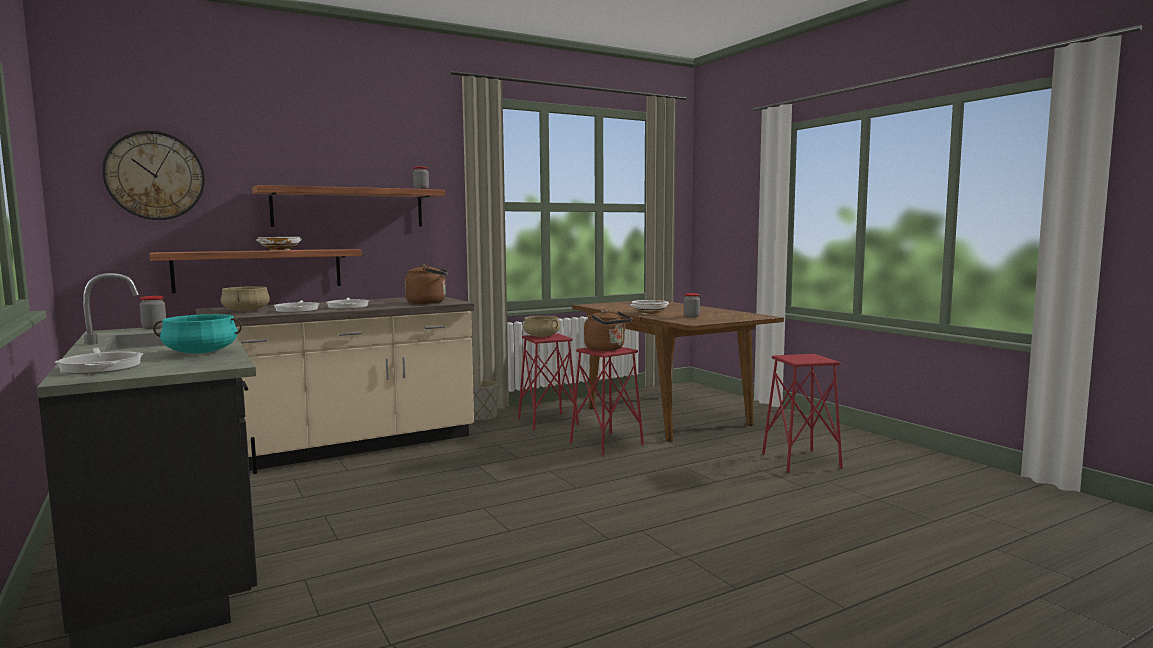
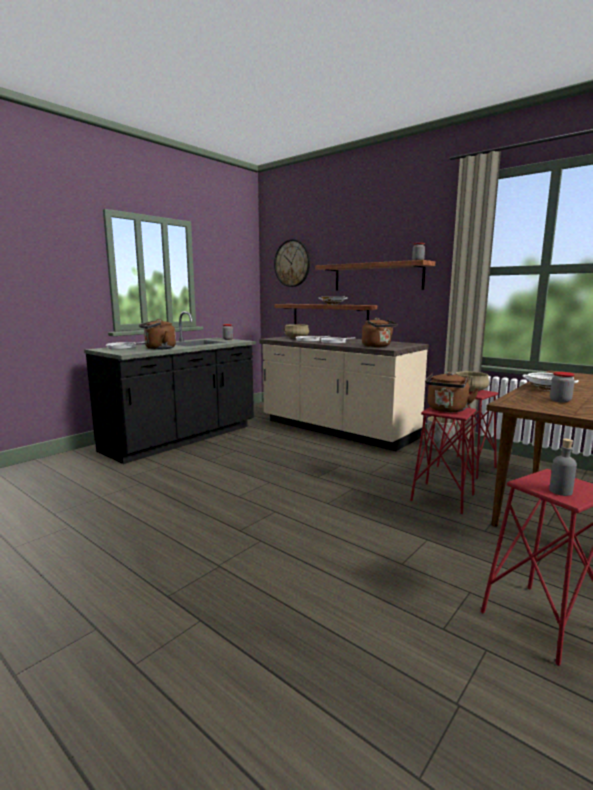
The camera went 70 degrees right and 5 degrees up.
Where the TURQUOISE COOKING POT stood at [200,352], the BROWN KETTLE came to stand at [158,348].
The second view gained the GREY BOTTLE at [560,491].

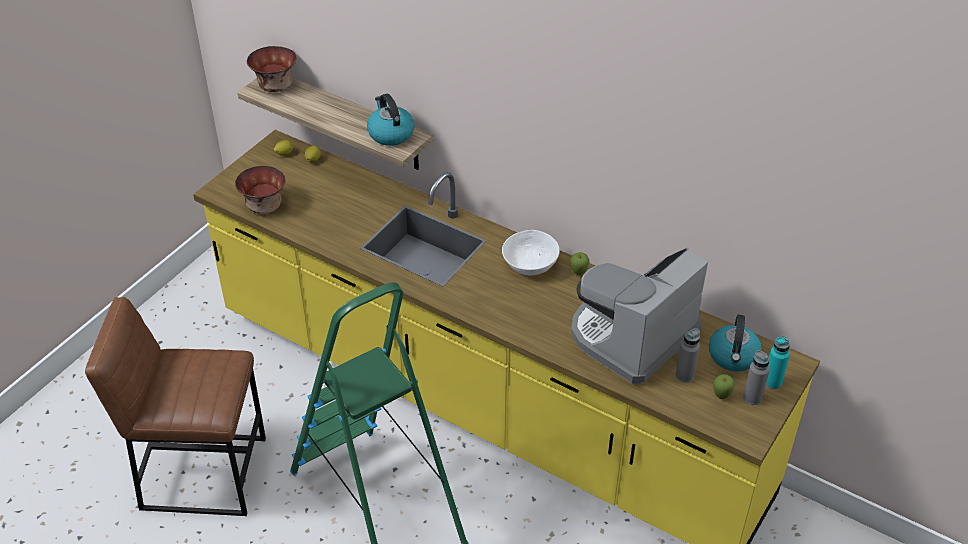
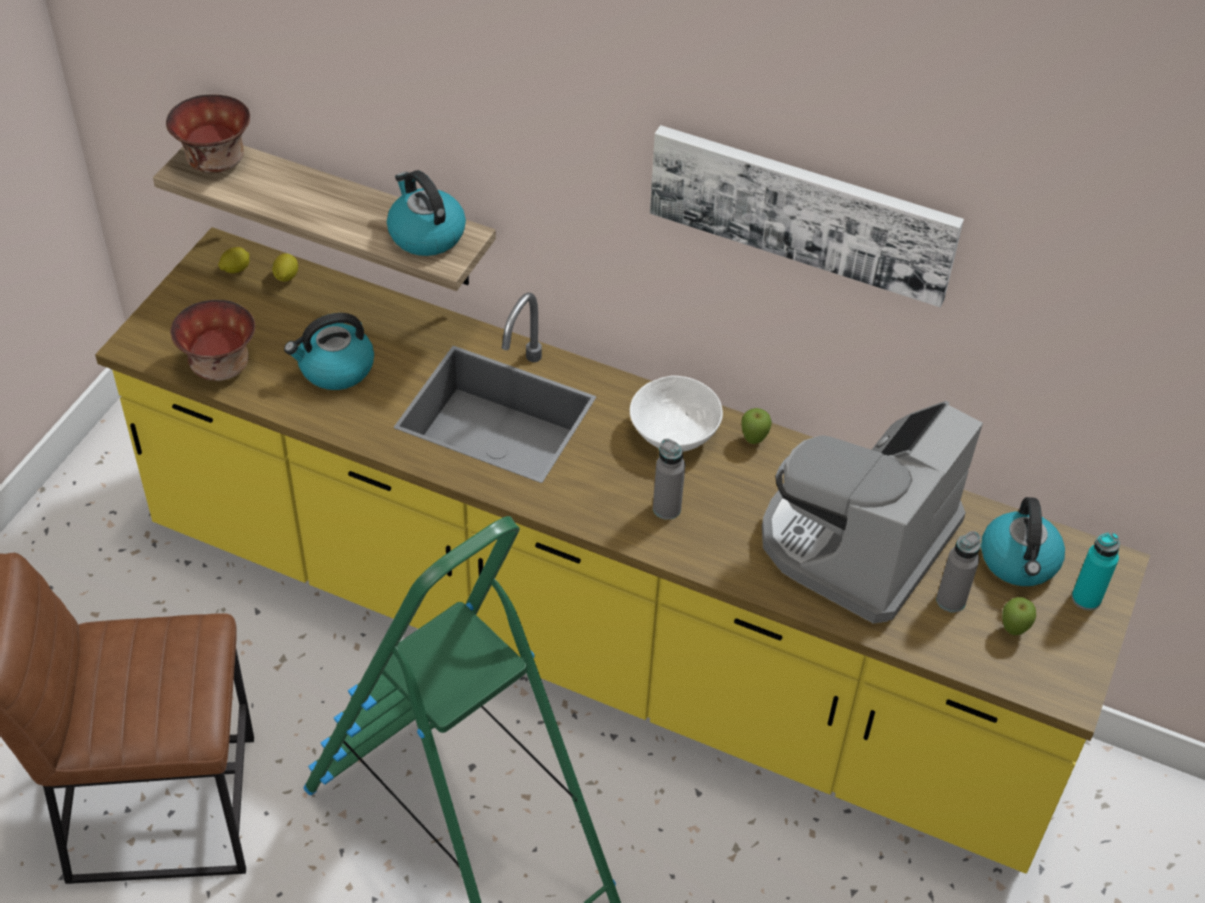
The camera went 10 degrees left and 5 degrees up.
The second view gained the KETTLE at [335,369].
The second view gained the PICTURE at [802,211].
The GREY BOTTLE ended up elsewhere, having gone from [752,397] to [666,508].

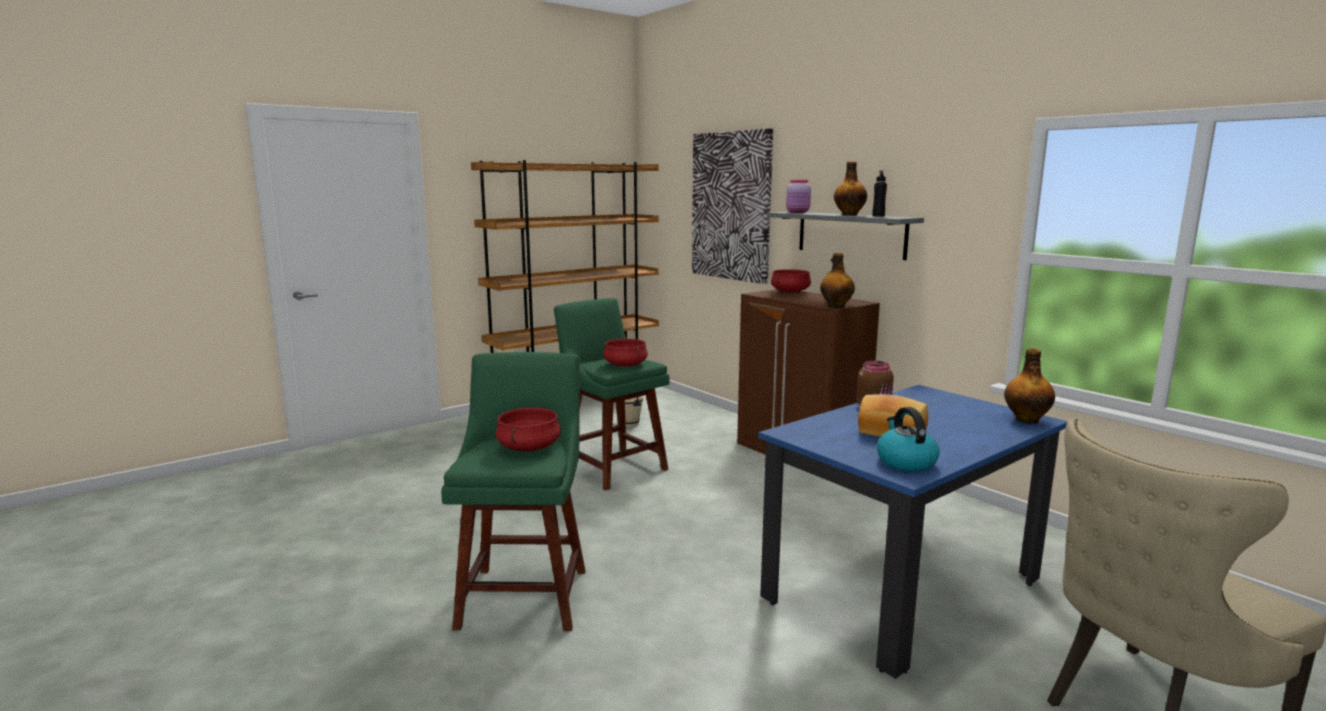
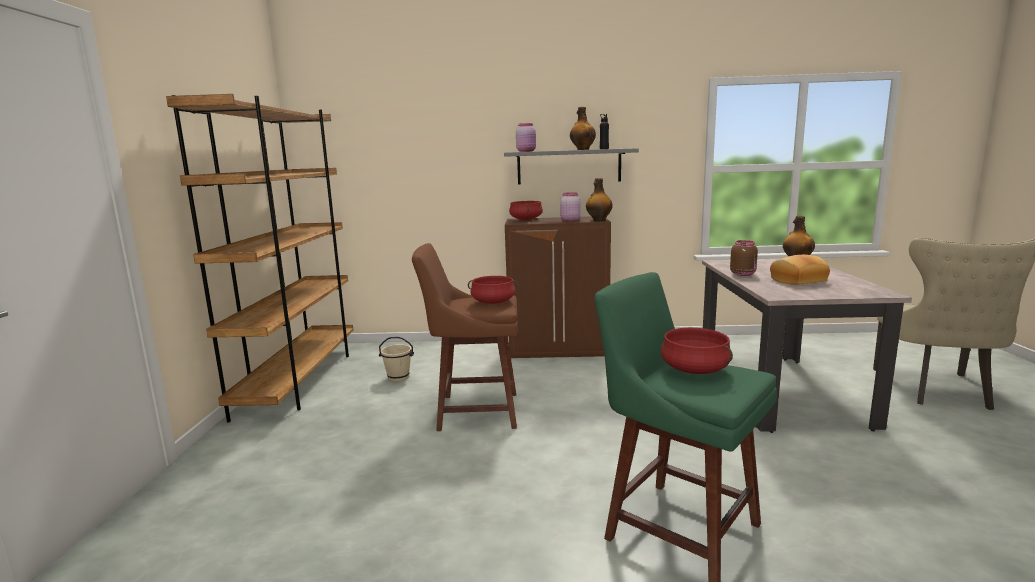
The camera went 50 degrees left and 0 degrees up.
What was the GREEN STOOL at [612,466] turned into the BROWN STOOL at [473,411].
The second view gained the PINK JAR at [569,220].
What was the BLUE DINING TABLE at [902,589] turned into the BEIGE DINING TABLE at [779,390].
The second view lost the PICTURE at [731,206].
The second view lost the KETTLE at [905,462].

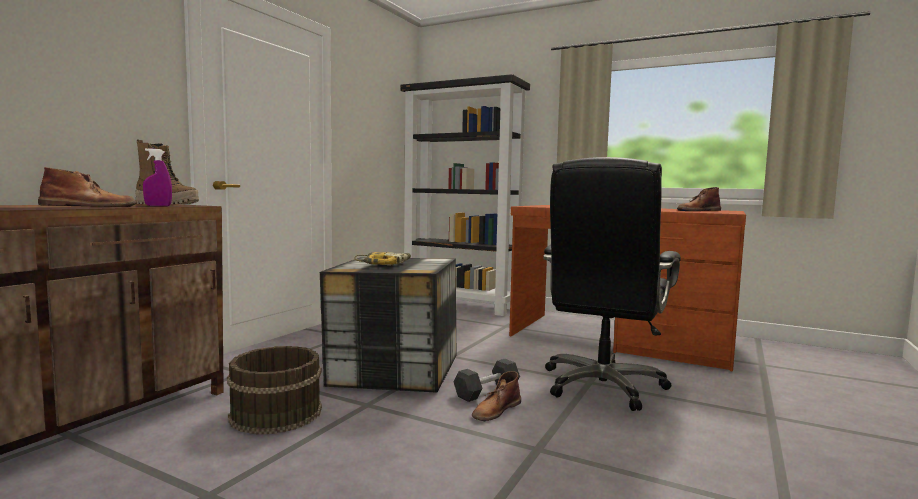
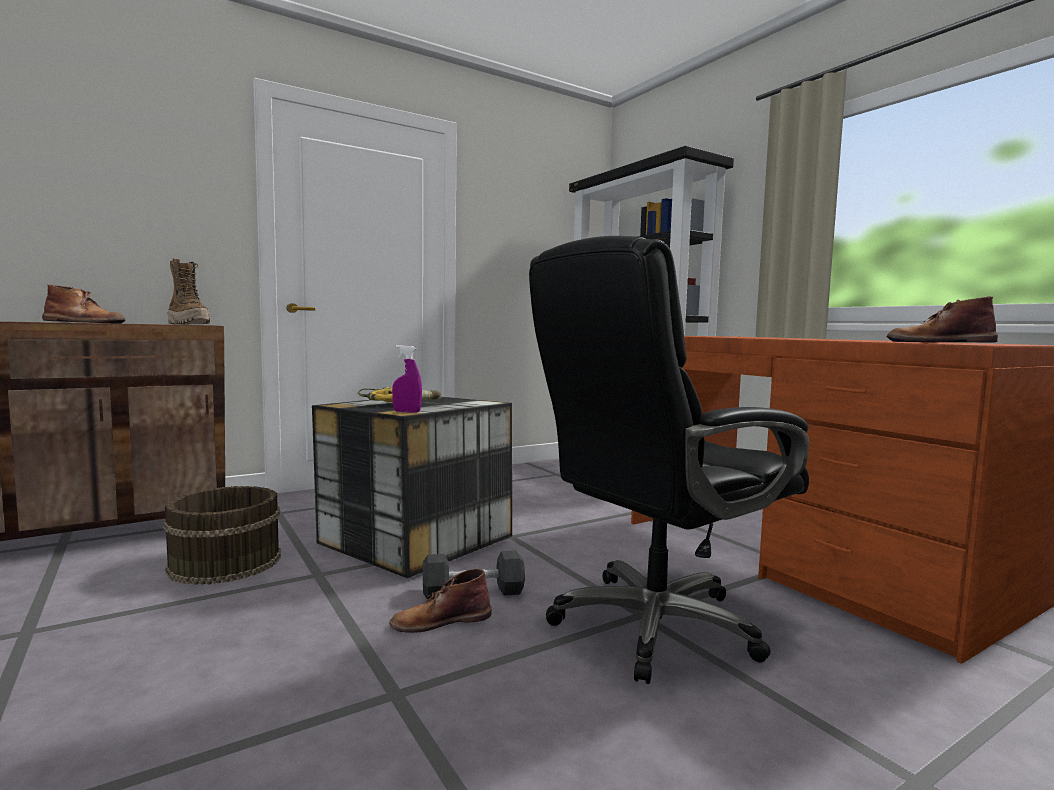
The camera went 30 degrees right and 0 degrees up.
The PURPLE SPRAY BOTTLE ended up elsewhere, having gone from [158,206] to [407,412].

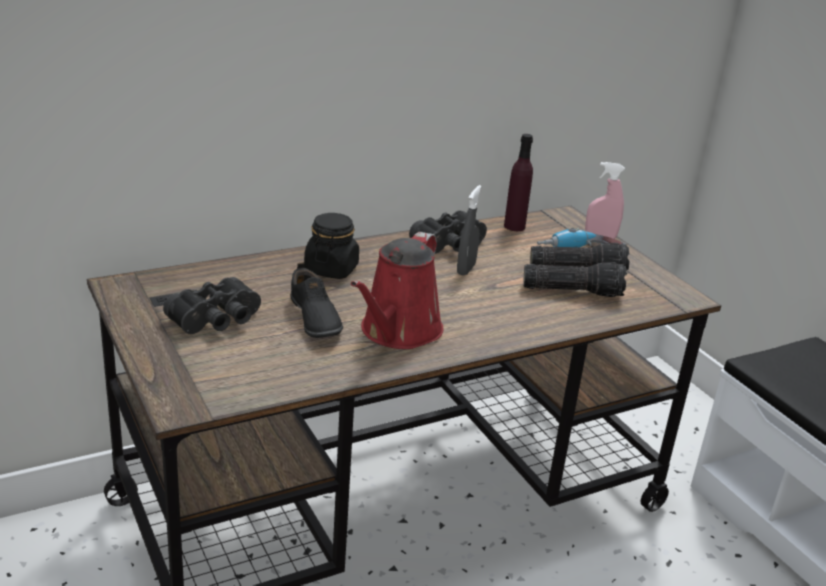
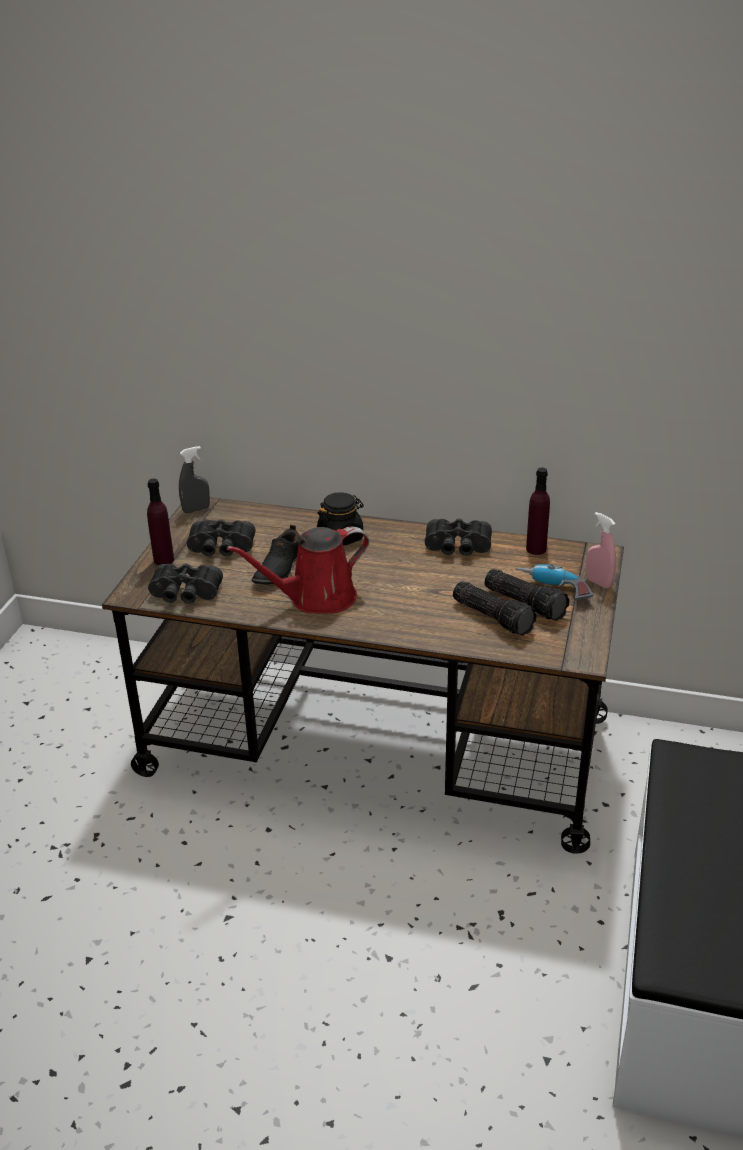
The camera went 45 degrees right and 5 degrees up.
The second view gained the PURPLE BOTTLE at [164,560].
The second view gained the BLACK BINOCULARS at [185,594].
The GREY SPRAY BOTTLE ended up elsewhere, having gone from [466,269] to [196,510].

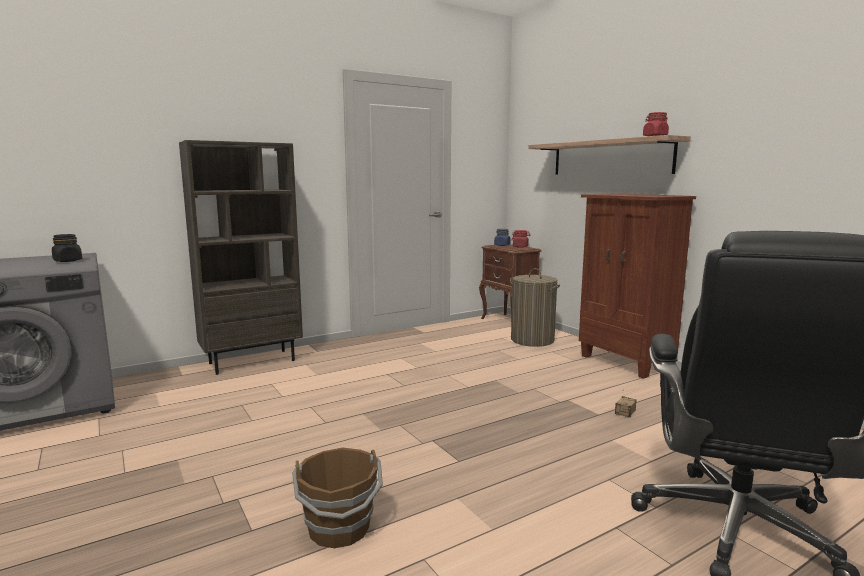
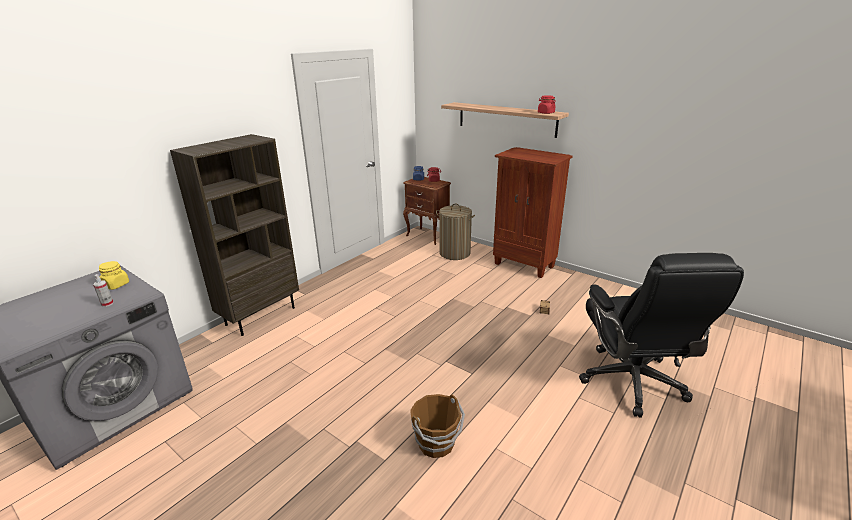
The camera went 20 degrees left and 15 degrees up.
The second view gained the SPRAY BOTTLE at [107,304].
What was the BLACK JAR at [68,261] turned into the YELLOW JAR at [116,285].

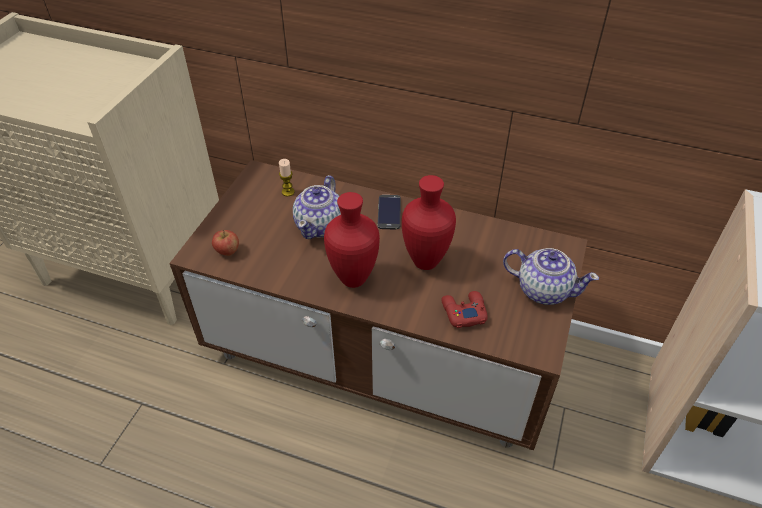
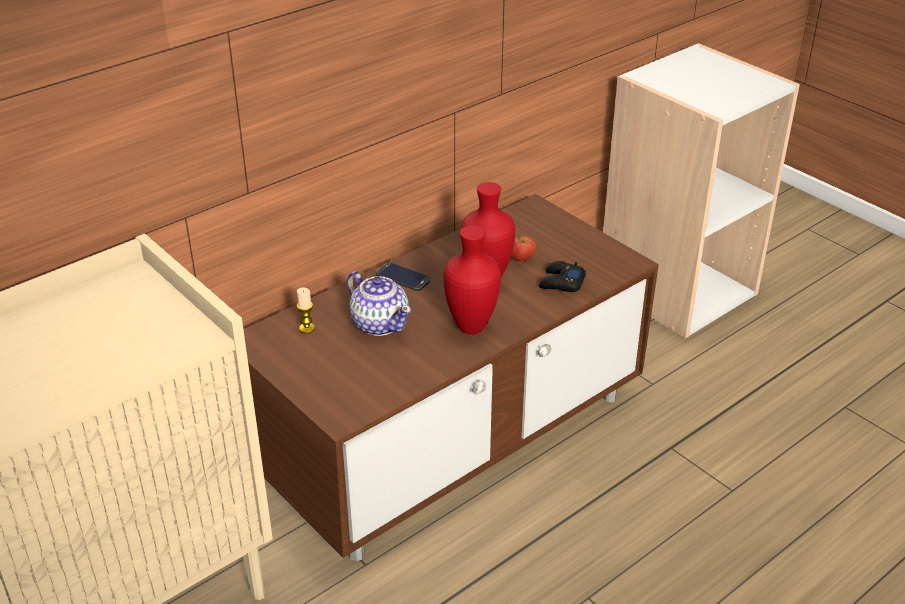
The camera went 60 degrees left and 10 degrees down.
The APPLE ended up elsewhere, having gone from [227,251] to [521,259].
What was the RED GAME CONTROLLER at [463,312] turned into the BLACK GAME CONTROLLER at [561,283].
The second view lost the TEAPOT at [543,289].

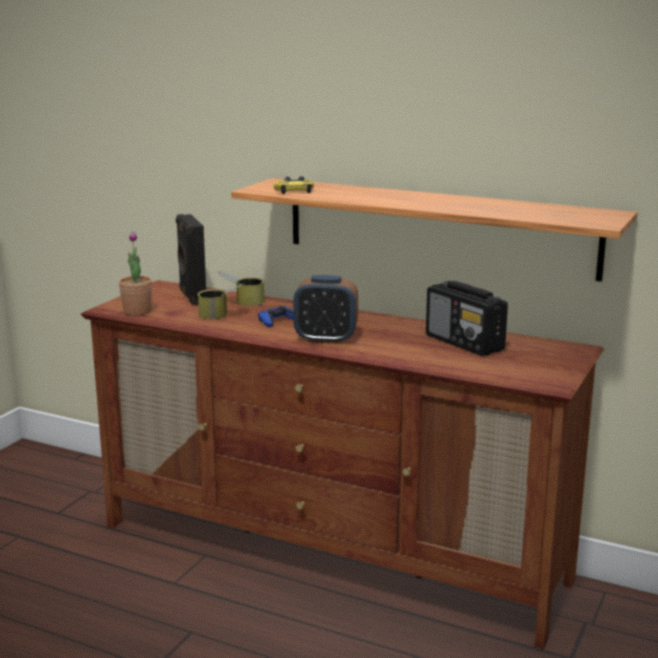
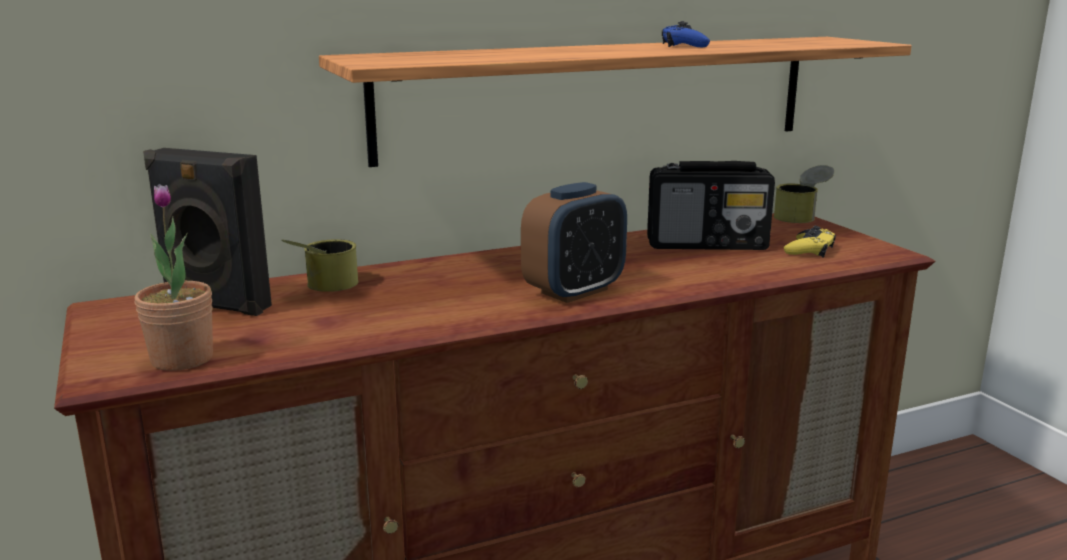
The camera went 50 degrees left and 0 degrees up.
The BLUE GAME CONTROLLER ended up elsewhere, having gone from [277,321] to [684,45].
The CAN ended up elsewhere, having gone from [221,315] to [802,216].
The YELLOW GAME CONTROLLER ended up elsewhere, having gone from [294,191] to [809,249].

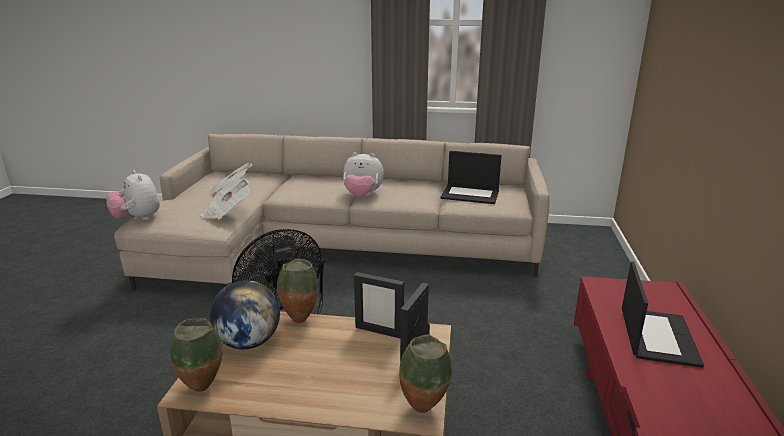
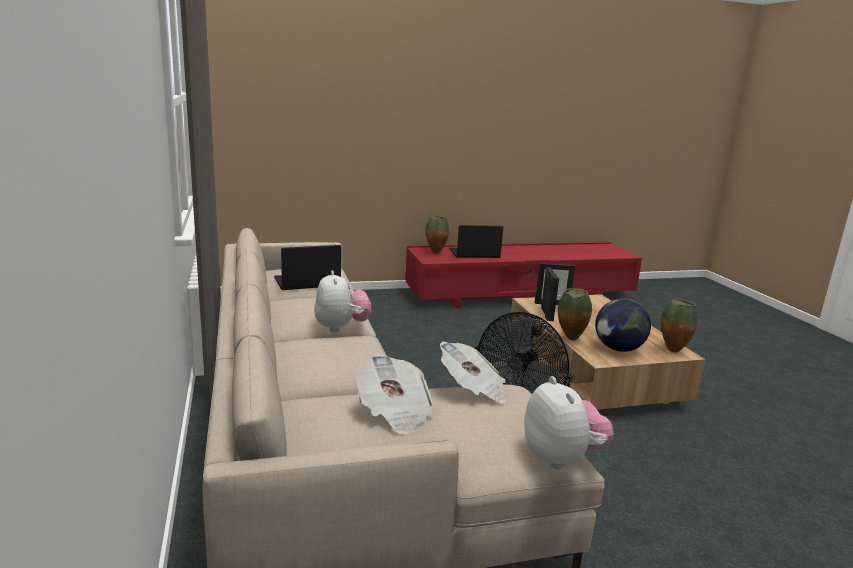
The camera went 115 degrees left and 5 degrees down.
The LAPTOP at [471,194] ended up facing another way, 105 degrees counterclockwise from before.
The VASE ended up elsewhere, having gone from [424,408] to [435,252].
The PLUSH TOY at [138,219] ended up facing another way, 45 degrees counterclockwise from before.

